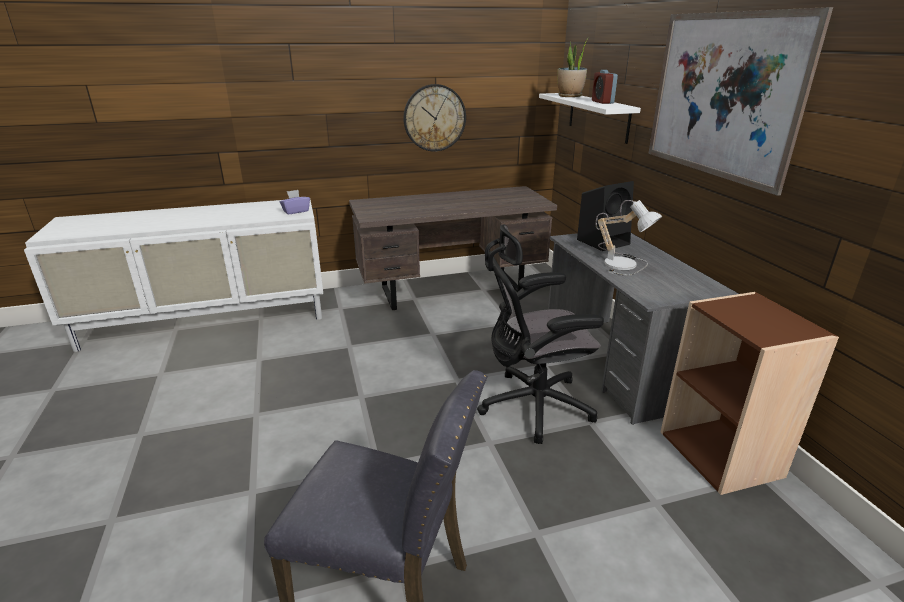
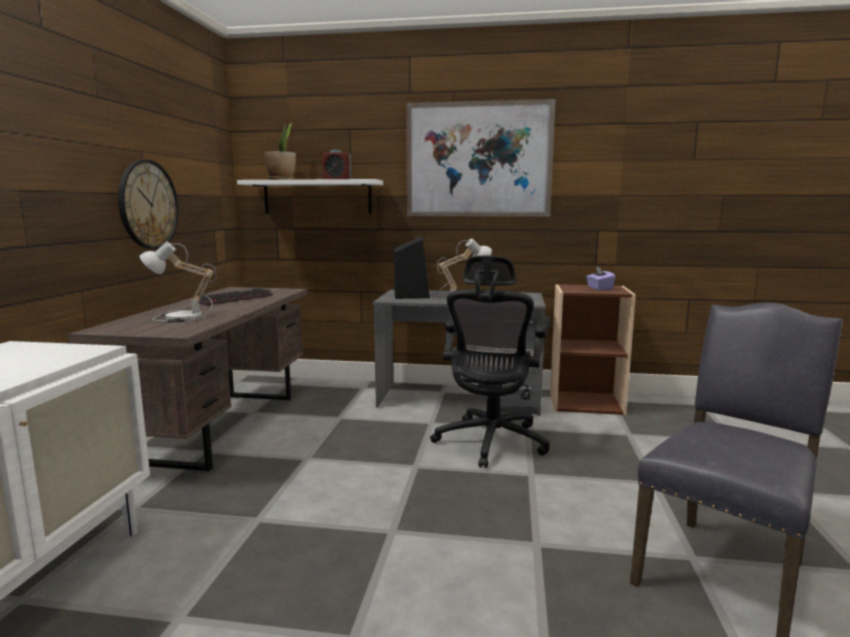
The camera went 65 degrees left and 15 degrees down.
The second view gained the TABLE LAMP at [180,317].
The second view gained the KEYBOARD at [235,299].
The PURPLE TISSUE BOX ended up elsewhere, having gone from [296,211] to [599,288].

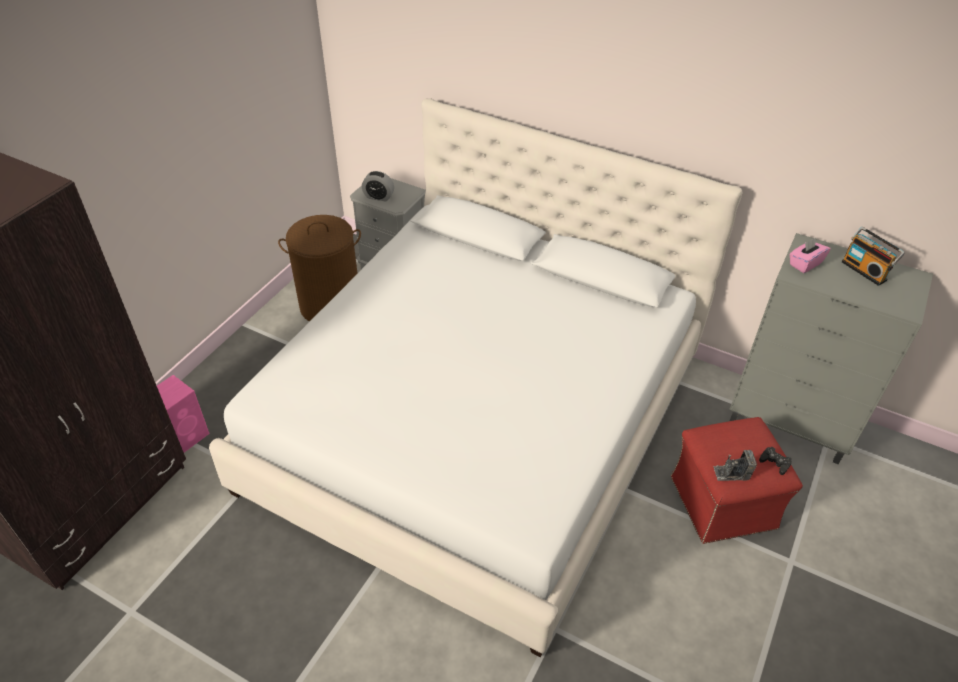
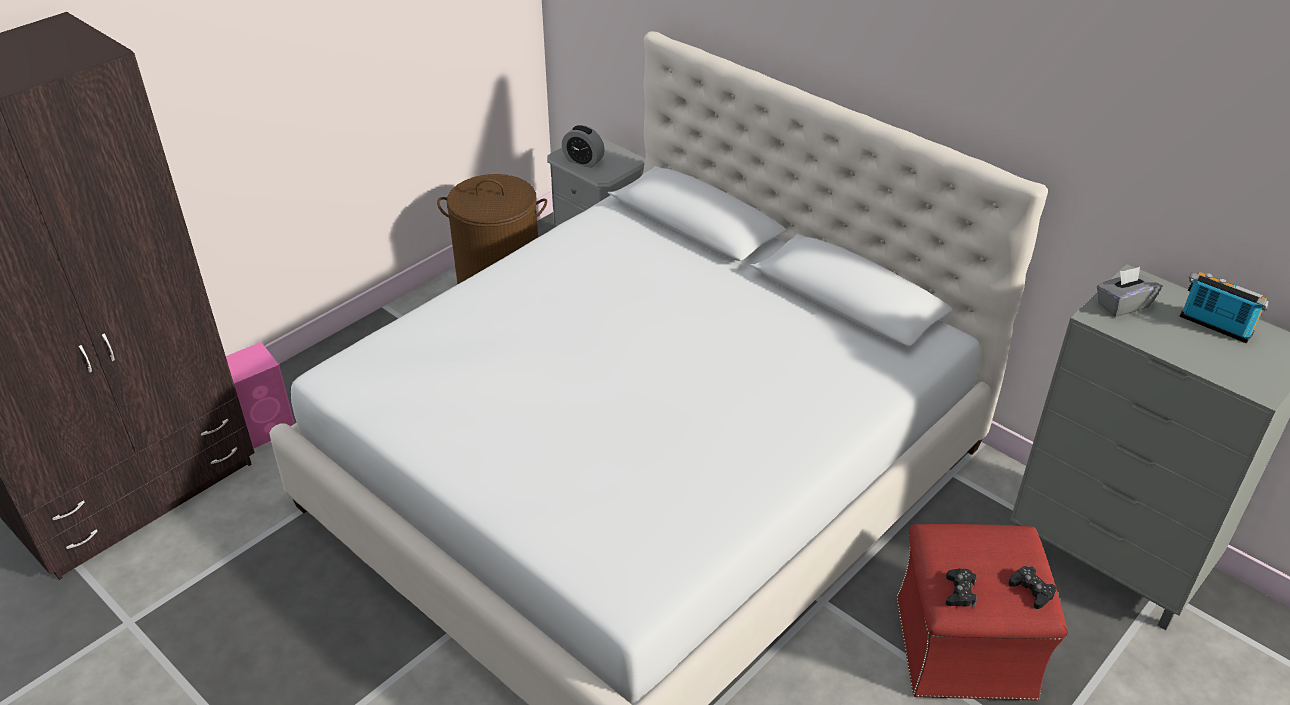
The camera went 15 degrees right and 5 degrees down.
Where the PHOTO CAMERA stood at [731,473], the BLACK GAME CONTROLLER came to stand at [960,592].
What was the PINK TISSUE BOX at [805,264] turned into the GREY TISSUE BOX at [1122,305].
The RADIO at [865,270] ended up facing another way, 150 degrees clockwise from before.

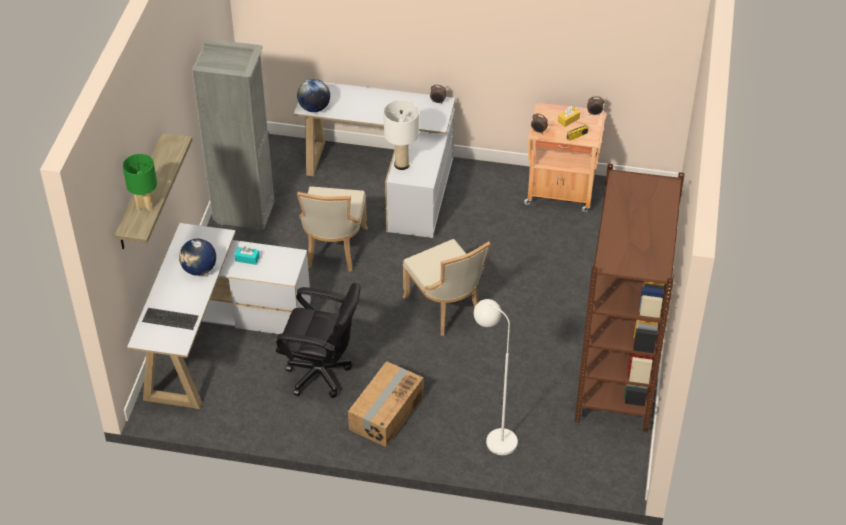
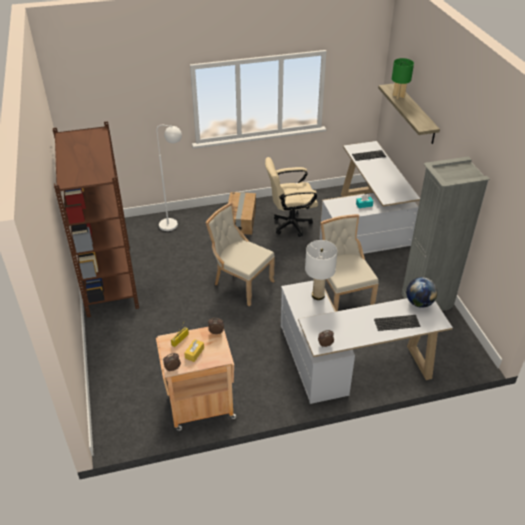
The camera went 155 degrees right and 5 degrees down.
What was the BLACK OFFICE CHAIR at [322,375] turned into the BEIGE OFFICE CHAIR at [289,226].
The second view gained the KEYBOARD at [397,323].
The second view lost the GLOBE at [199,270].

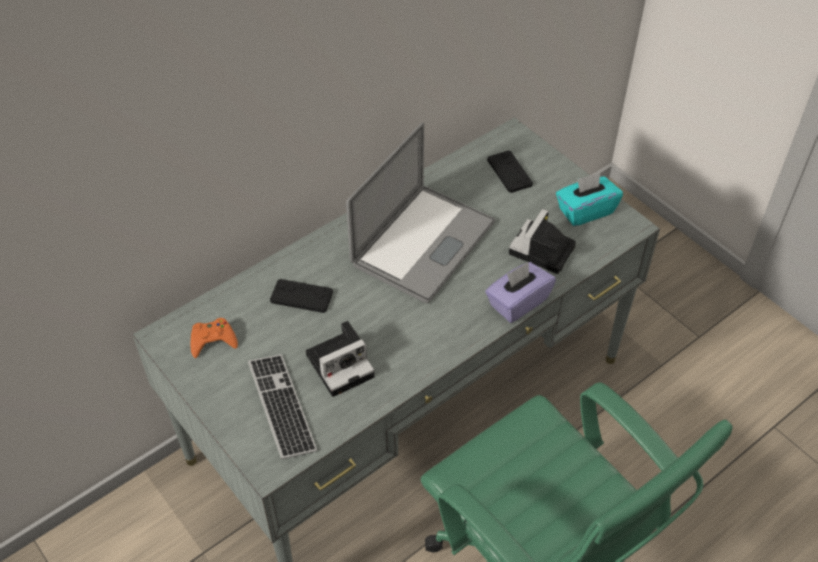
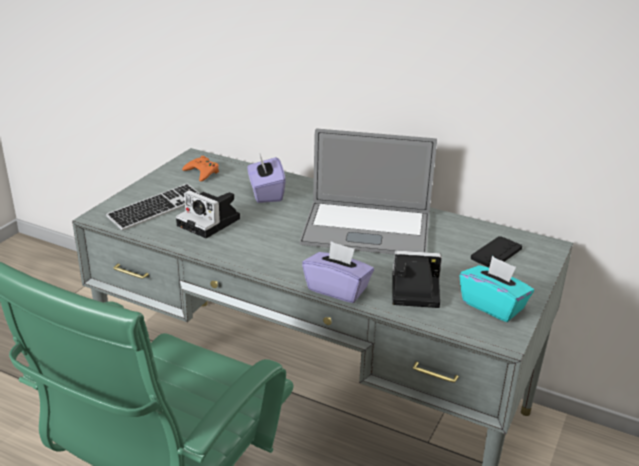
The camera went 65 degrees right and 20 degrees down.
Where the BLACK GAME CONTROLLER stood at [301,297], the PURPLE TISSUE BOX came to stand at [266,193].

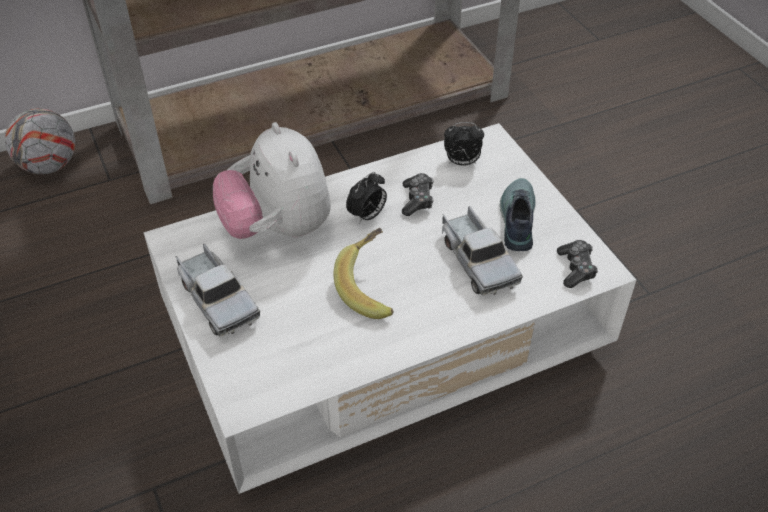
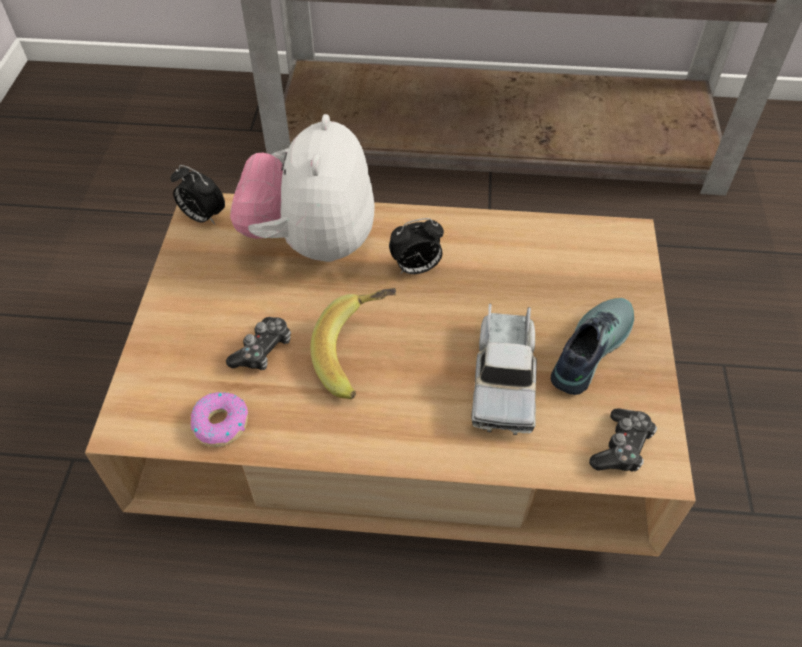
The camera went 30 degrees right and 5 degrees up.
What was the WHITE COFFEE TABLE at [384,333] turned into the BROWN COFFEE TABLE at [401,407].
The ALARM CLOCK ended up elsewhere, having gone from [461,162] to [202,217].
The second view gained the DONUT at [220,423].
The GAME CONTROLLER ended up elsewhere, having gone from [417,200] to [263,350].
The second view lost the FOOTBALL at [49,166].
The second view lost the TOY TRUCK at [217,299].

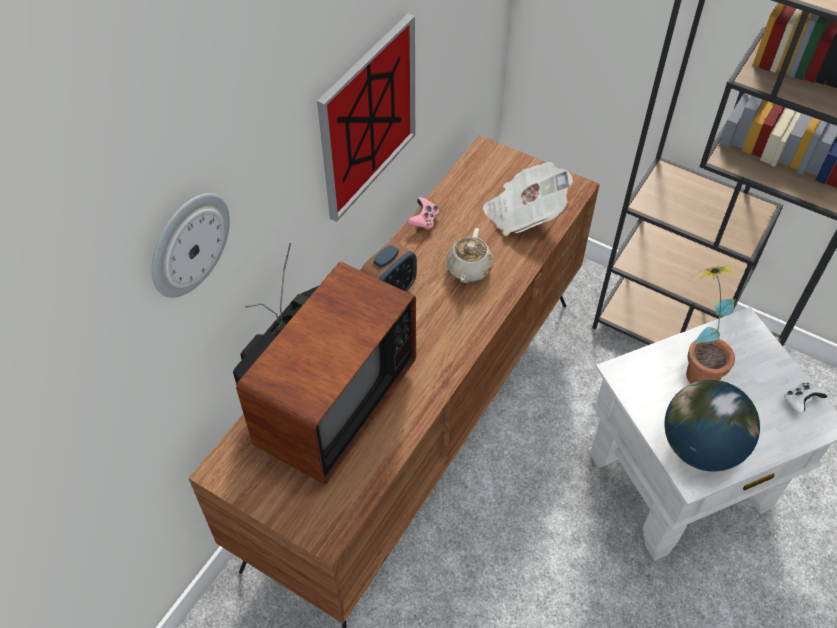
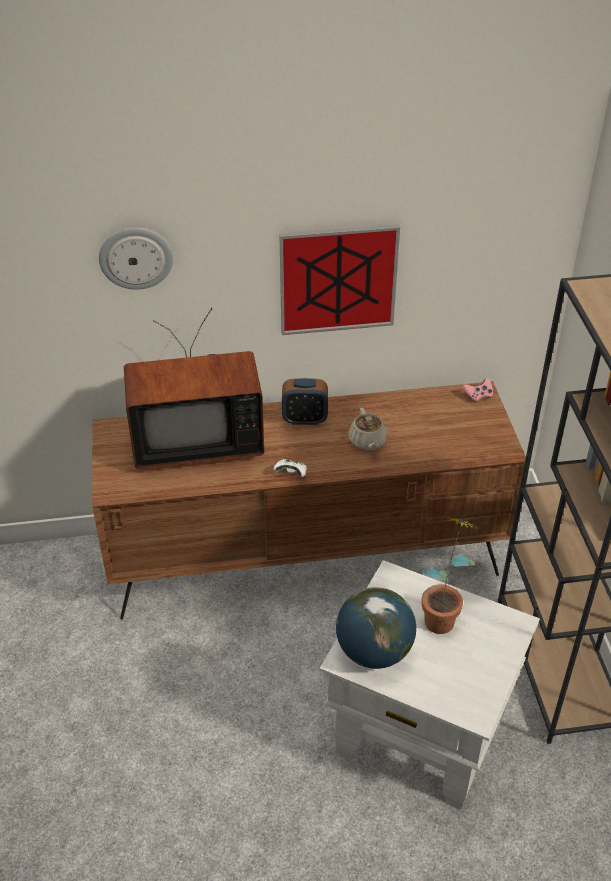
The camera went 50 degrees right and 10 degrees down.
The WHITE GAME CONTROLLER ended up elsewhere, having gone from [800,402] to [291,473].
The BEIGE TEAPOT at [469,269] ended up facing another way, 75 degrees counterclockwise from before.
The PINK GAME CONTROLLER ended up elsewhere, having gone from [424,221] to [478,396].
The second view lost the NEWSPAPER at [524,214].

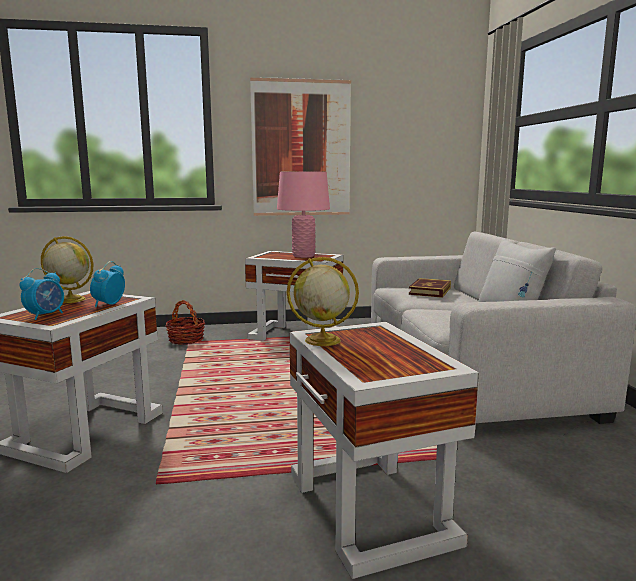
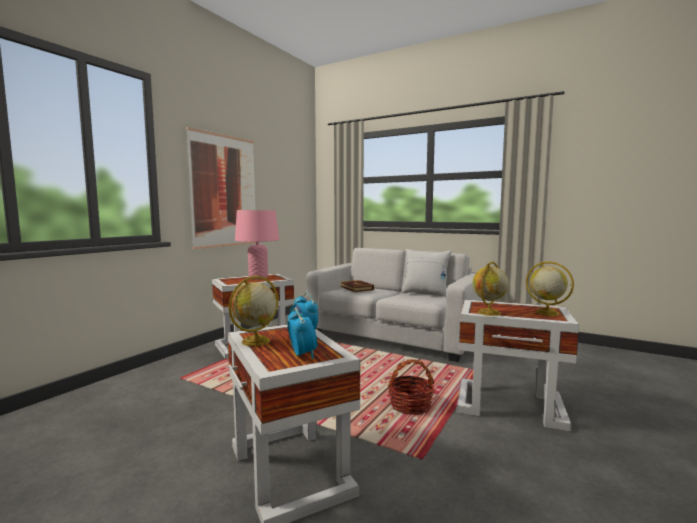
The camera went 50 degrees left and 5 degrees down.
The BASKET ended up elsewhere, having gone from [186,340] to [410,405].
The second view gained the GLOBE at [546,312].

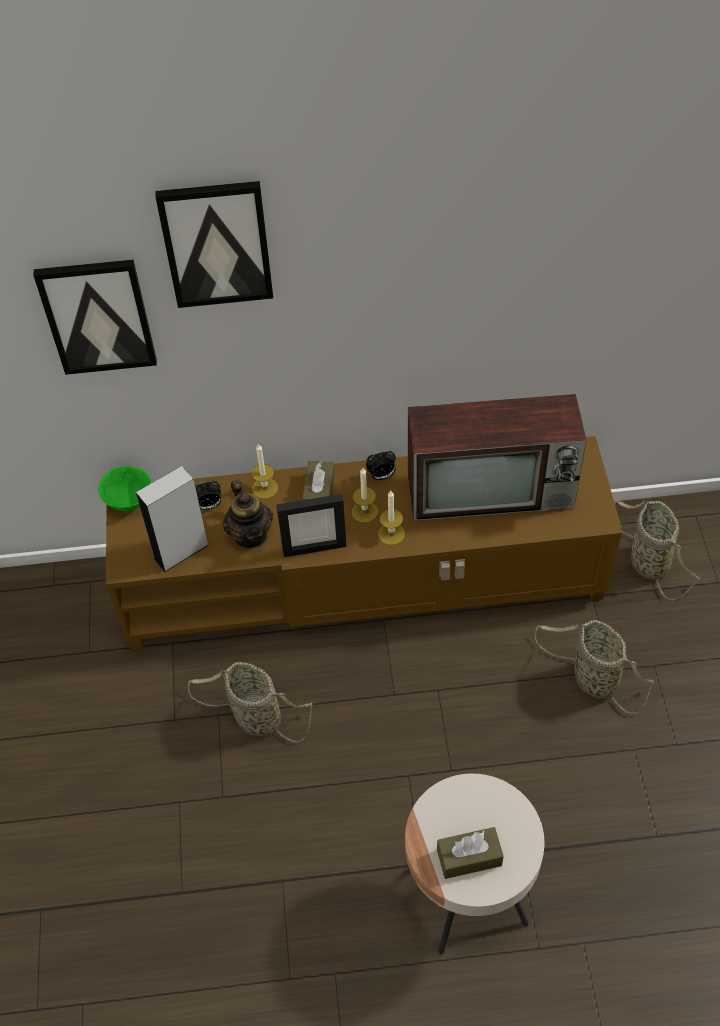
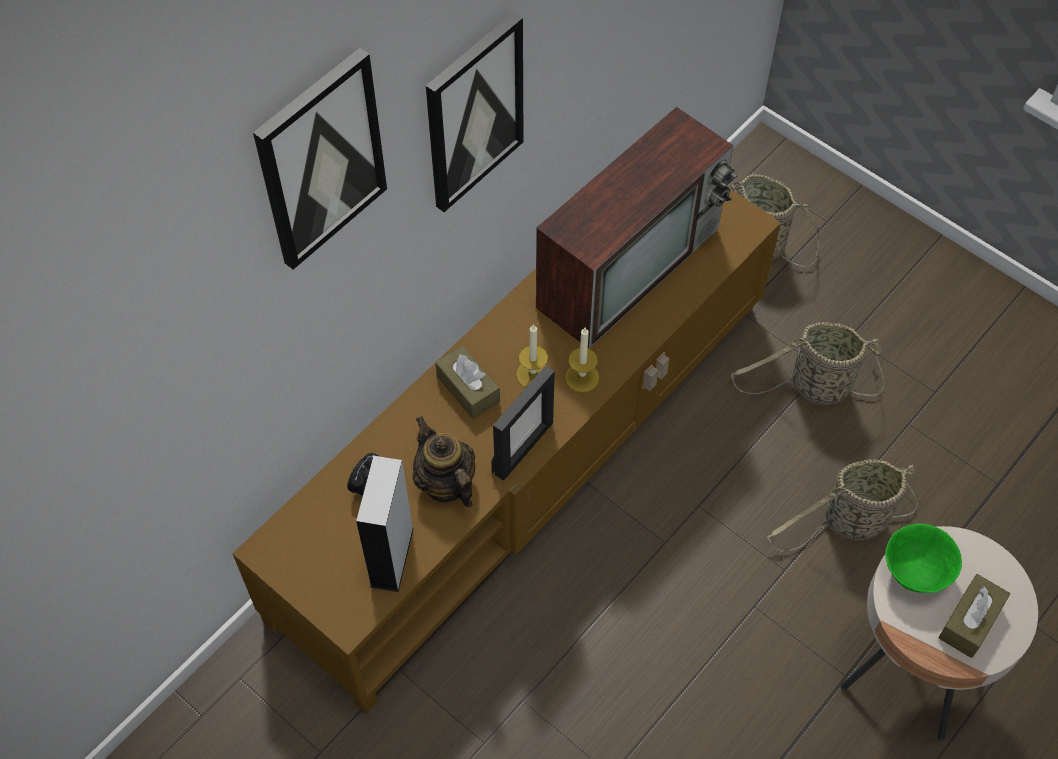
The camera went 45 degrees left and 5 degrees up.
The TEAPOT at [251,534] ended up facing another way, 150 degrees counterclockwise from before.
The PICTURE ended up elsewhere, having gone from [98,316] to [473,113].
The BASKET ended up elsewhere, having gone from [254,717] to [850,523].
The GREEN BOWL ended up elsewhere, having gone from [129,502] to [915,572].
The second view lost the CANDLE at [265,488].
The second view lost the ALARM CLOCK at [381,476].

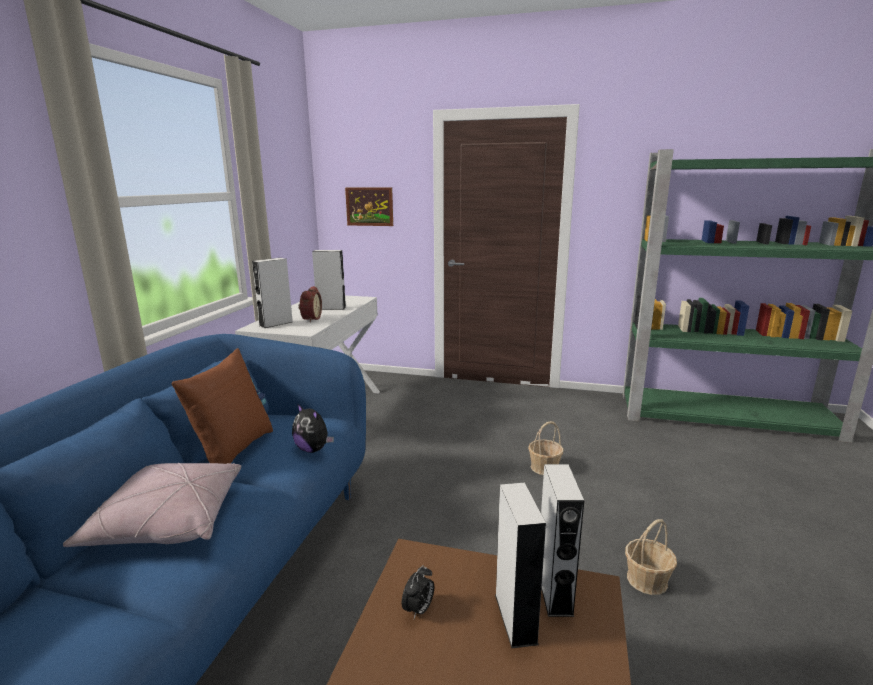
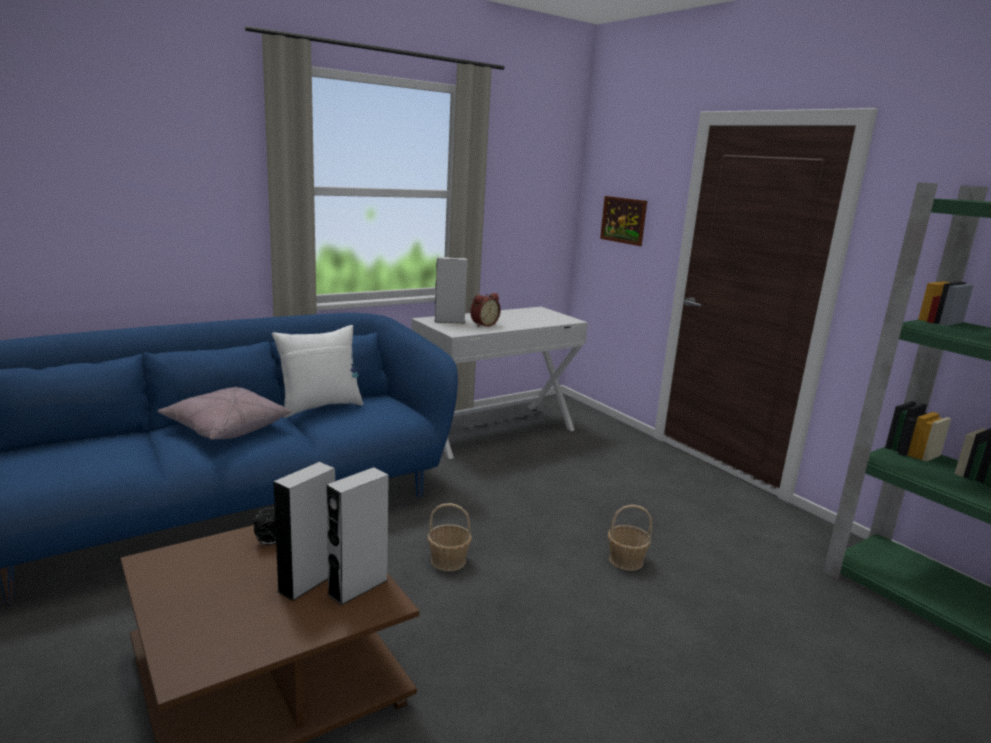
The camera went 40 degrees right and 0 degrees up.
What was the BROWN PILLOW at [234,451] turned into the WHITE PILLOW at [320,407].
The BASKET ended up elsewhere, having gone from [647,580] to [448,561].
The second view lost the PLUSH TOY at [313,449].
The second view lost the GREY SPEAKER at [331,308].

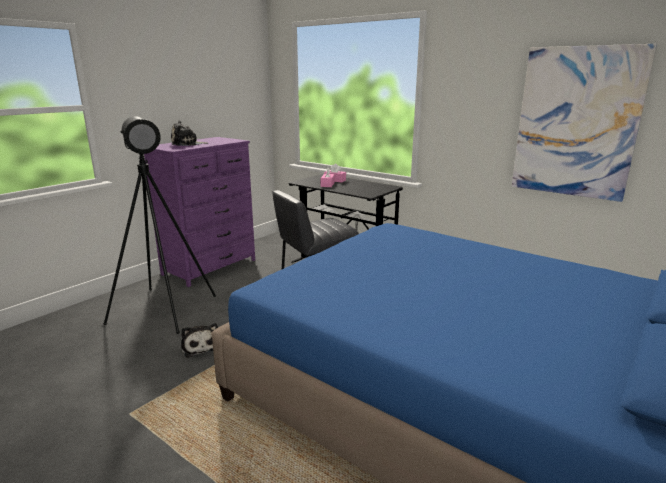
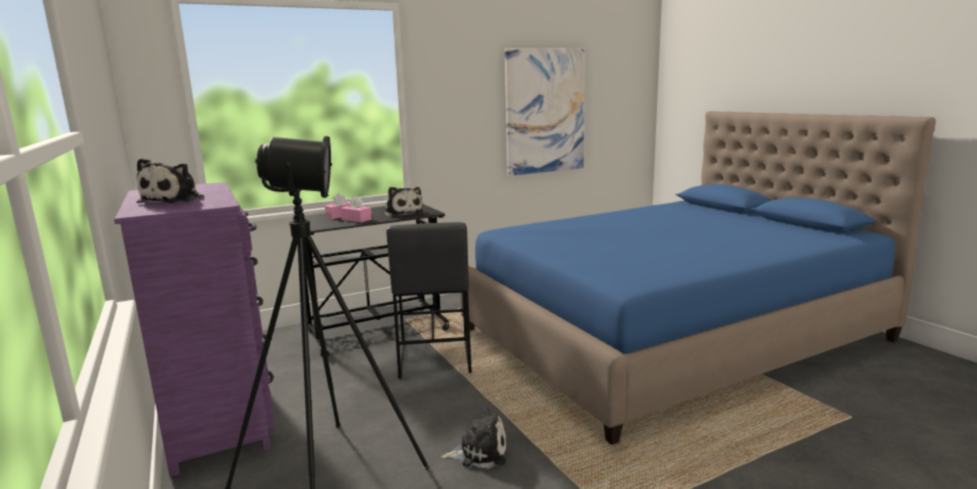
The camera went 65 degrees left and 5 degrees down.
The second view gained the PLUSH TOY at [402,213].

